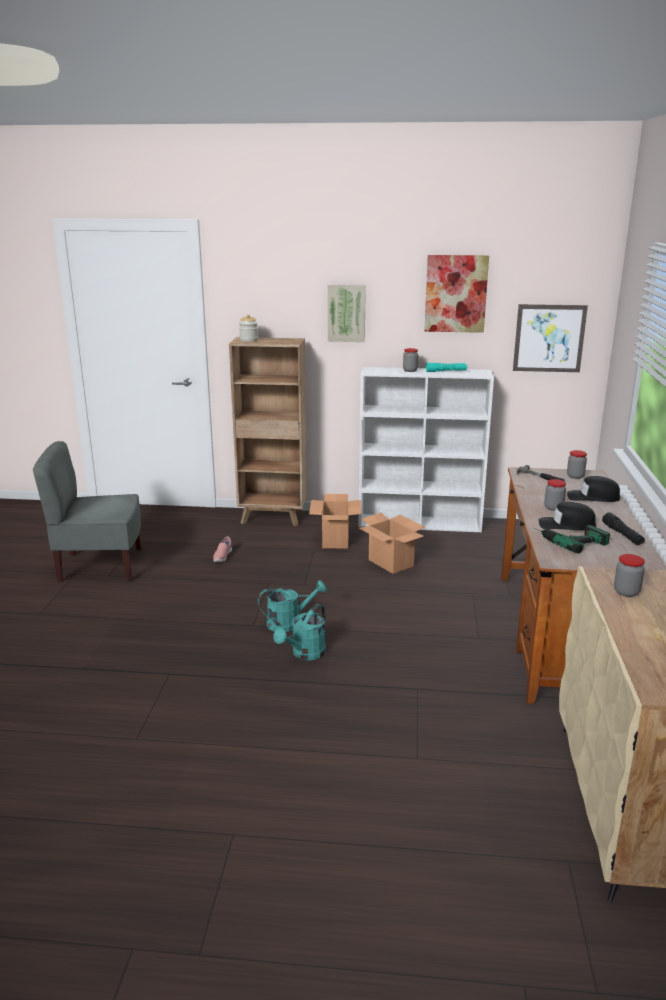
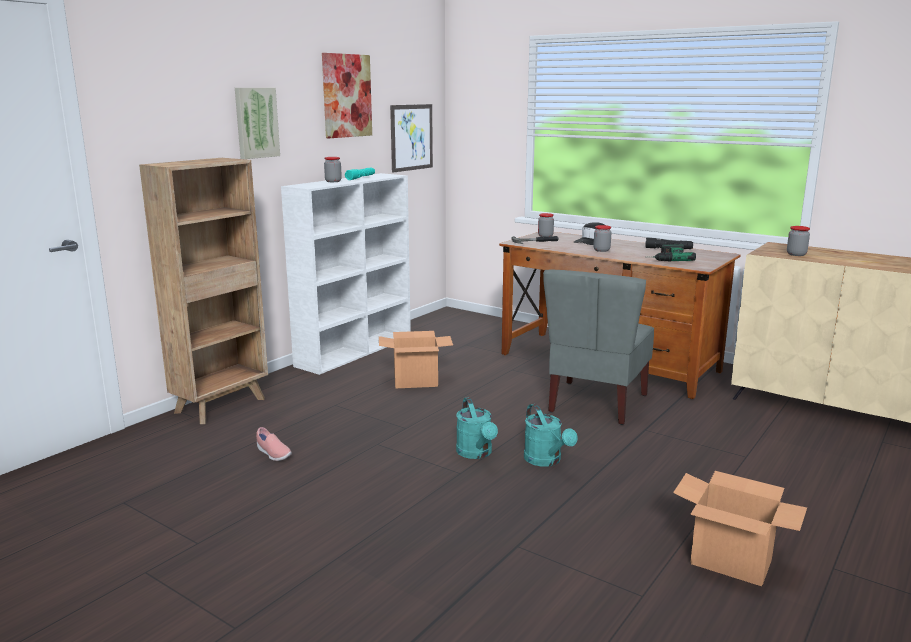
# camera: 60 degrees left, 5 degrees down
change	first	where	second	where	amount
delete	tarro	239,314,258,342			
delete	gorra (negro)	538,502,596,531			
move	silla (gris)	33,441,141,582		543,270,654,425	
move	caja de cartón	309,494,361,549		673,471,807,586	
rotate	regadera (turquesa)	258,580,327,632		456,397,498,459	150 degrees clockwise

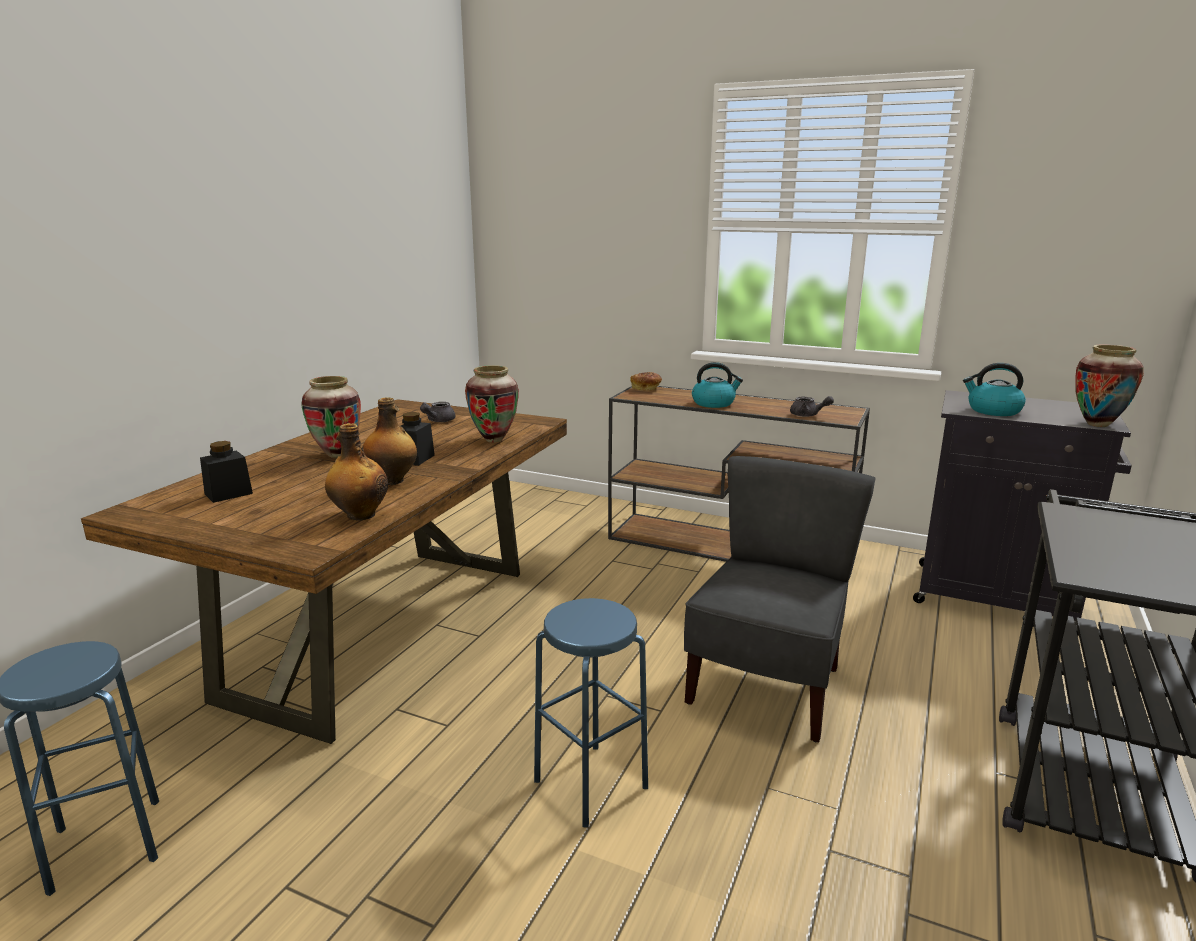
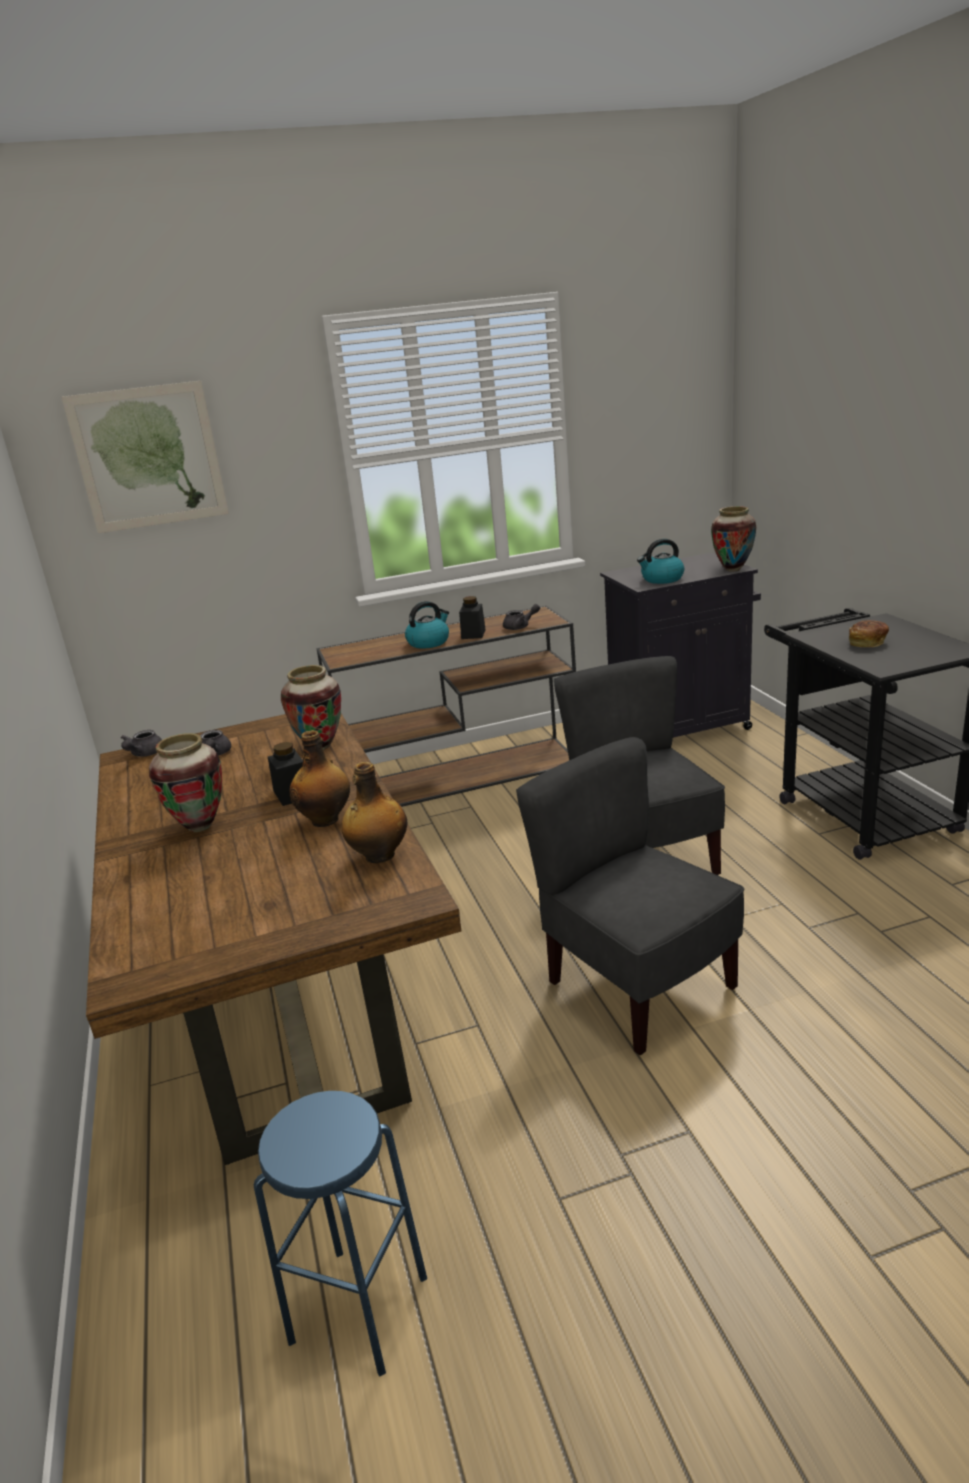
# camera: 40 degrees left, 5 degrees up
change	first	where	second	where	amount
insert			cuadro	62,381,229,533	
insert			tetera (gris)	121,730,162,757	
move	tarro (negro)	200,441,253,503		459,596,486,639	
move	pan	630,372,662,391		849,620,889,647	
replace	taburete (azul)	534,598,648,828	silla (gris)	516,737,745,1055	

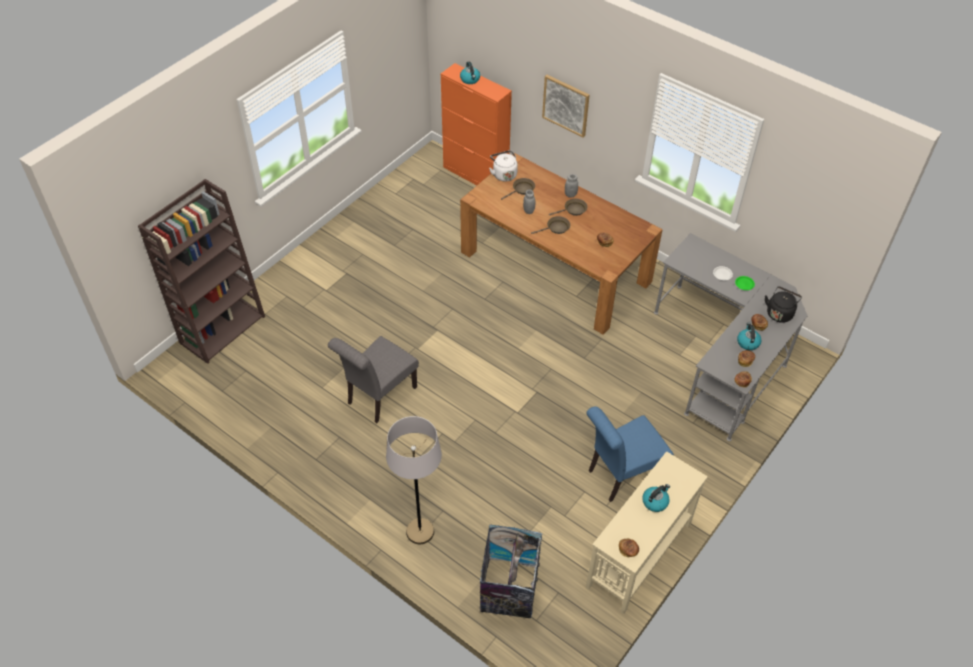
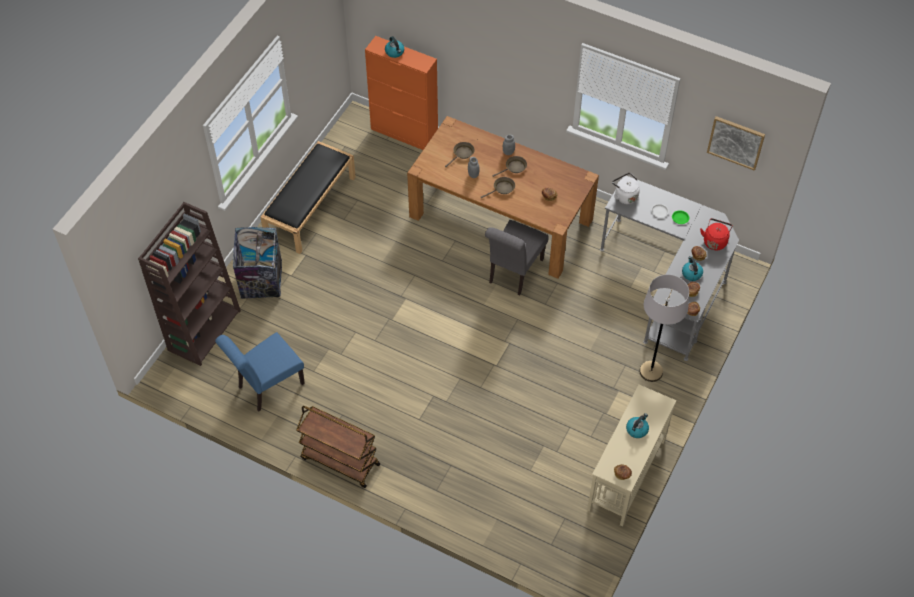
# camera: 10 degrees left, 5 degrees up
change	first	where	second	where	amount
insert			banco (negro)	260,141,356,254	
insert			carrito (marrón)	296,406,380,488	
move	silla (gris)	328,336,419,423		485,220,549,296	
move	lámpara de pie (gris)	386,416,442,544		639,274,689,382	
move	papelera	480,525,543,618		233,227,282,299	
move	hervidor (blanco)	489,150,518,182		612,173,640,204	
move	cuadro	542,75,590,138		707,116,765,171	
move	silla (azul)	587,406,674,502		215,332,305,412	
recolor	hervidor (negro)	765,286,802,323	hervidor (rojo)	700,218,733,250	

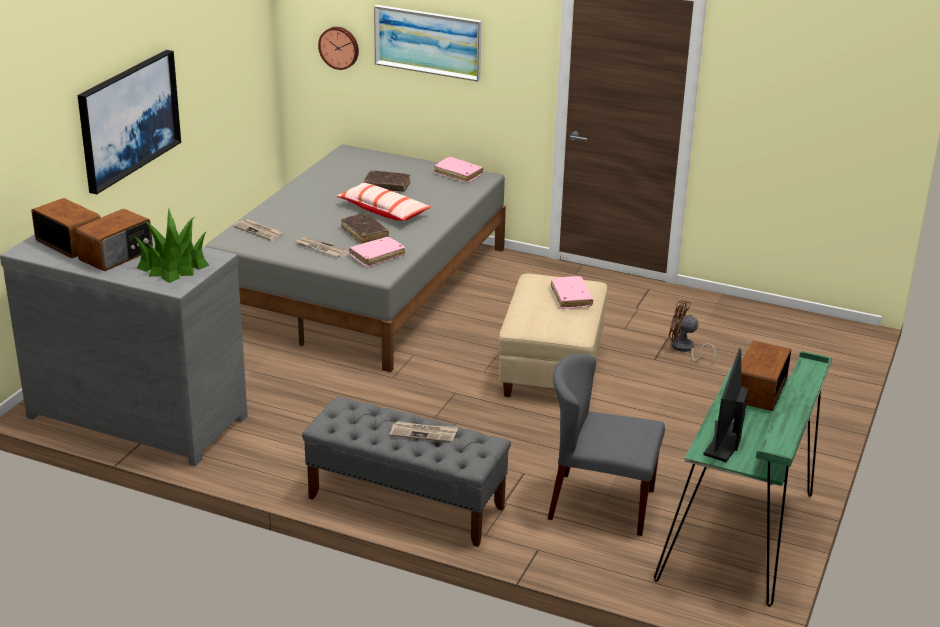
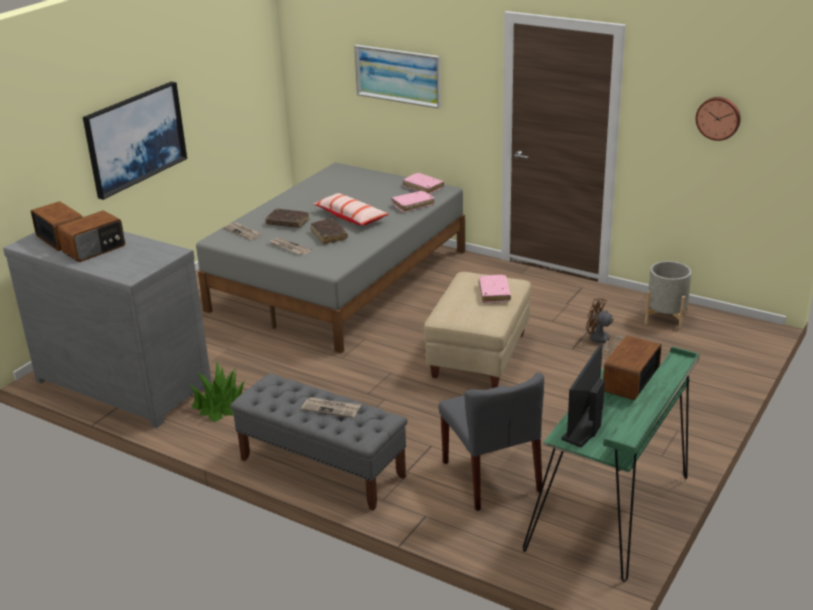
# camera: 10 degrees right, 0 degrees up
change	first	where	second	where	amount
insert			maceta (gris)	645,261,691,330	
move	planta en maceta	134,208,209,283		189,360,245,422	
move	reloj de pared	318,27,359,70		696,97,741,141	
move	libro (rosa)	350,237,405,267		392,191,435,213	
move	libro (marrón)	363,170,411,192		265,208,310,228	
rotate	silla (gris)	548,354,665,536		439,372,544,511	135 degrees counterclockwise

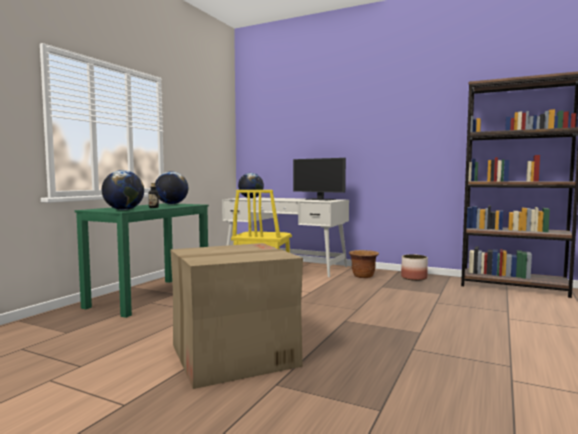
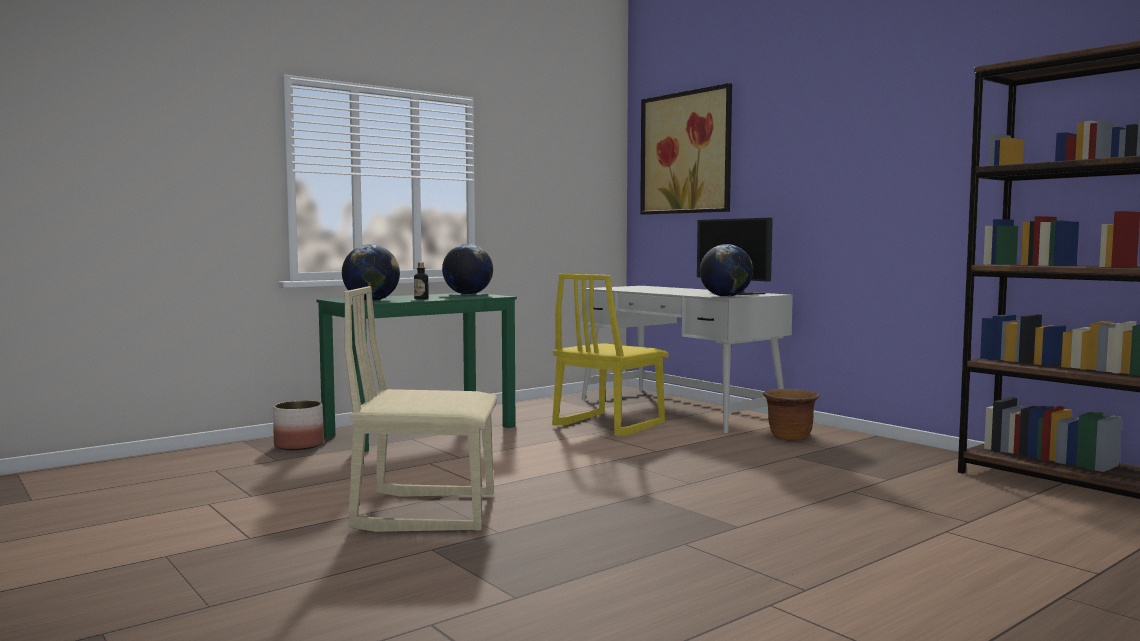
# camera: 25 degrees right, 0 degrees up
change	first	where	second	where	amount
insert			cuadro	640,83,732,215	
move	globo terráqueo	238,173,264,198		700,244,753,297	
move	maceta	401,254,428,281		273,400,324,450	
replace	caja de cartón	170,243,303,389	silla (beis)	344,286,498,532	

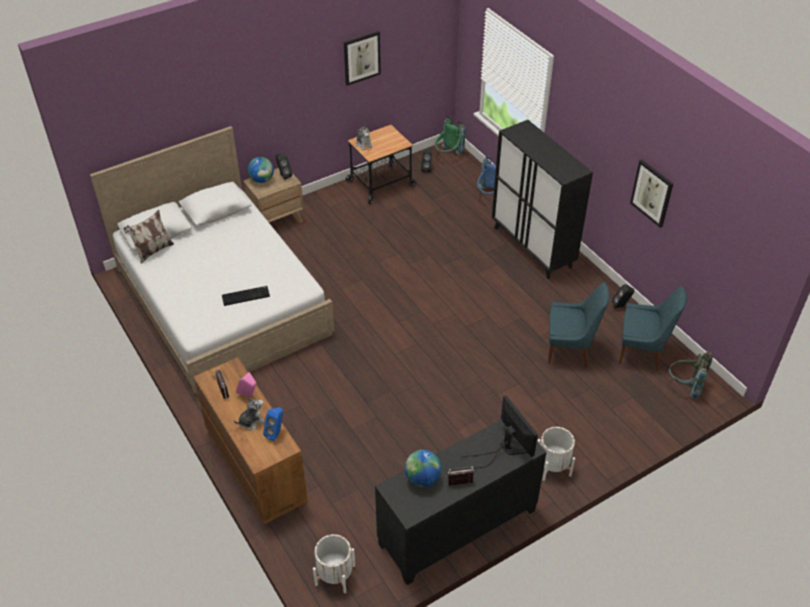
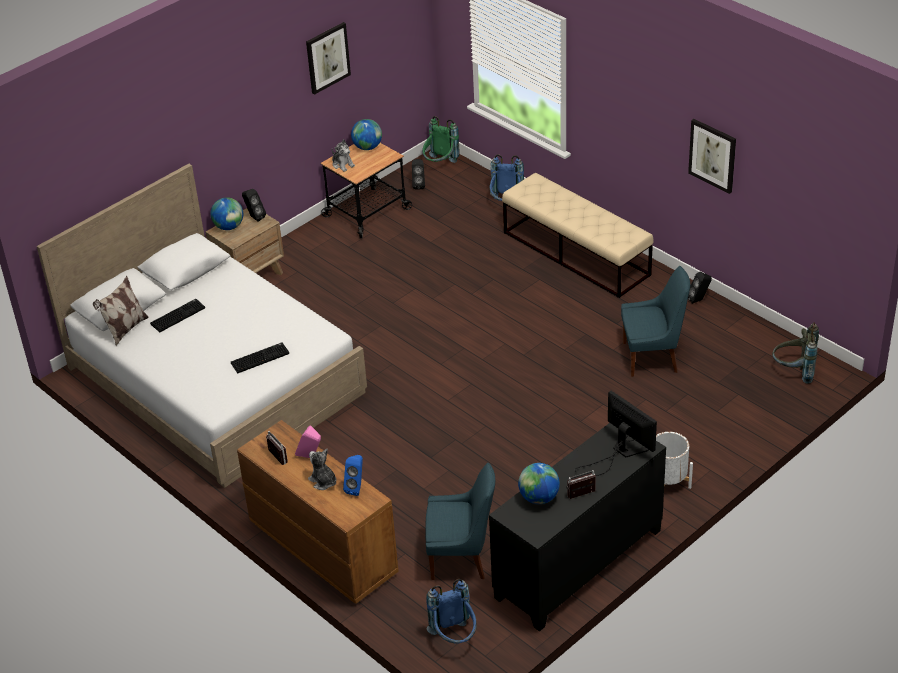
# camera: 10 degrees left, 5 degrees down
change	first	where	second	where	amount
insert			teclado	150,299,205,333	
insert			globo terráqueo	351,119,382,150	
move	silla (azul)	619,286,687,371		425,463,495,580	
replace	maceta (blanco)	313,534,355,593	mochila (azul)	426,579,477,644	
replace	armario (negro)	492,120,593,279	banco (beis)	502,173,654,298	
rotate	peluche	234,398,265,430		308,449,337,490	90 degrees counterclockwise

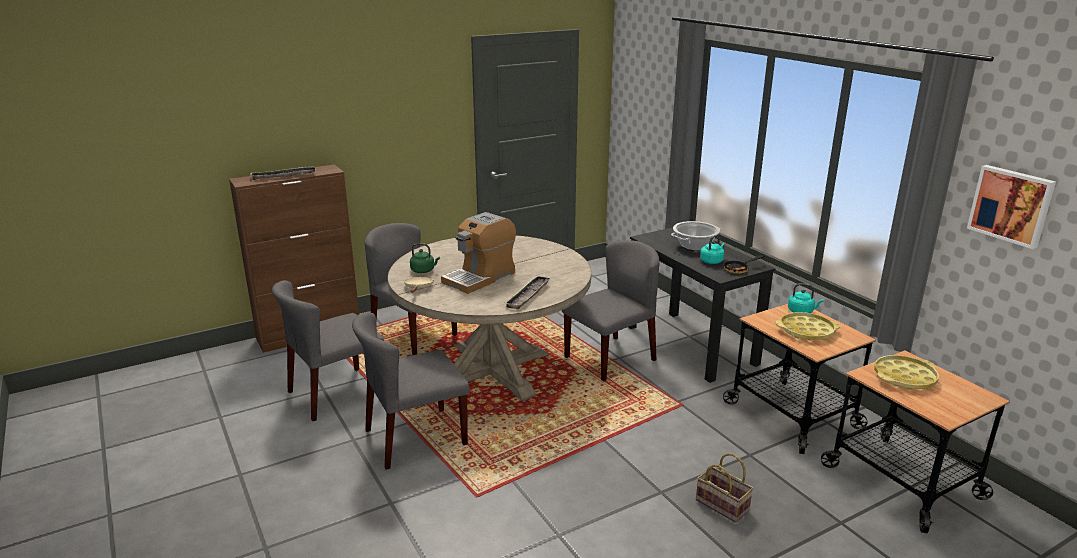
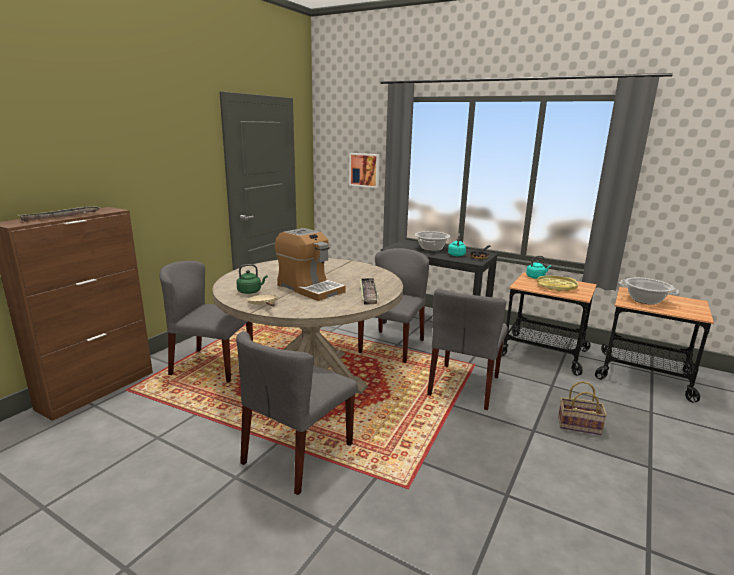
# camera: 30 degrees left, 5 degrees down
change	first	where	second	where	amount
move	silla (gris)	272,280,384,421		427,289,508,410	
move	cuadro	967,165,1056,249		349,153,380,188	
replace	bandeja (amarillo)	874,355,939,390	olla	619,278,679,305	
rotate	cafetera	441,212,516,294		275,228,346,301	60 degrees counterclockwise

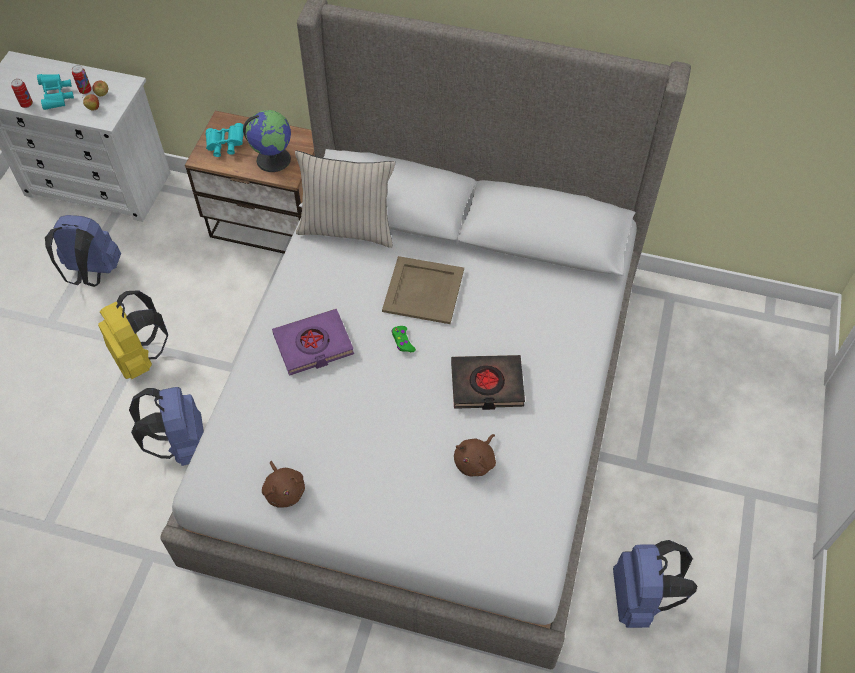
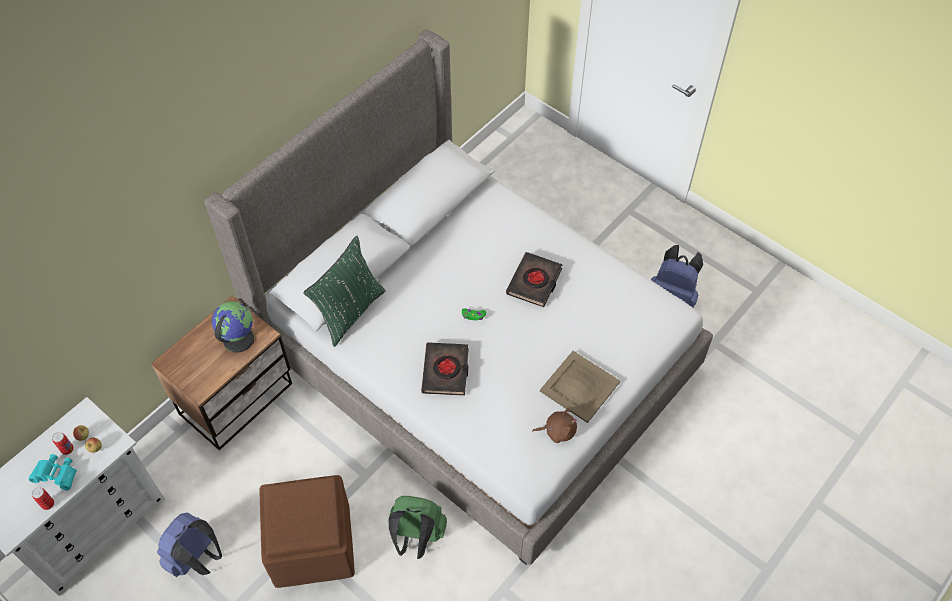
# camera: 65 degrees left, 0 degrees up
change	first	where	second	where	amount
delete	prismáticos (turquesa)	206,123,244,157			
delete	peluche (marrón)	454,434,496,476			
move	bandeja (beis)	382,256,464,324		540,351,620,423	
replace	mochila (amarillo)	98,290,168,379	puf (marrón)	260,475,355,588	
recolor	mochila (azul)	129,387,204,466	mochila (verde)	389,496,447,559	
recolor	libro (morado)	272,309,354,376	libro (negro)	421,342,469,396	
recolor	cojín (beis)	295,151,395,248	cojín (verde)	303,235,386,347	

